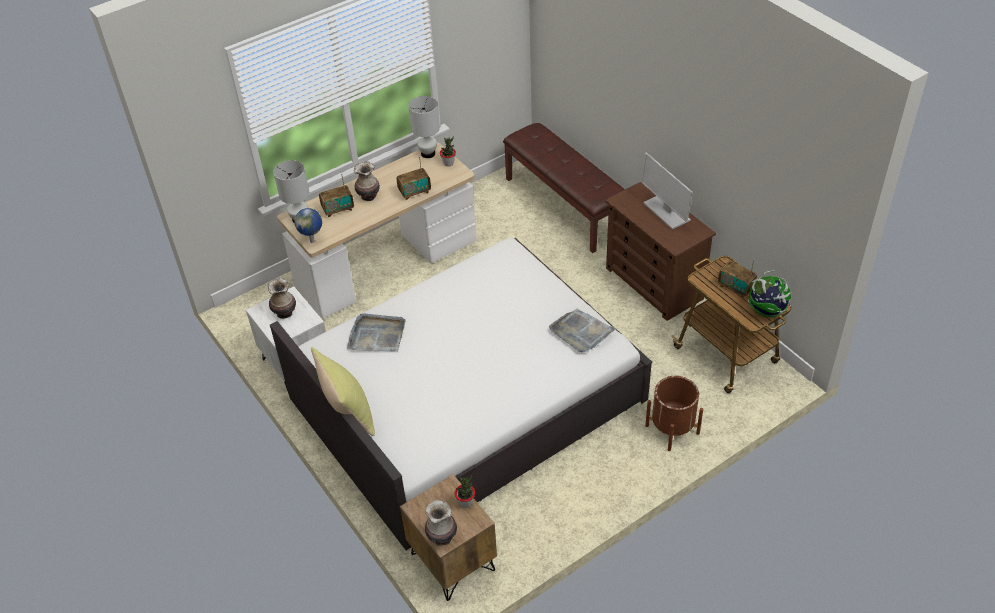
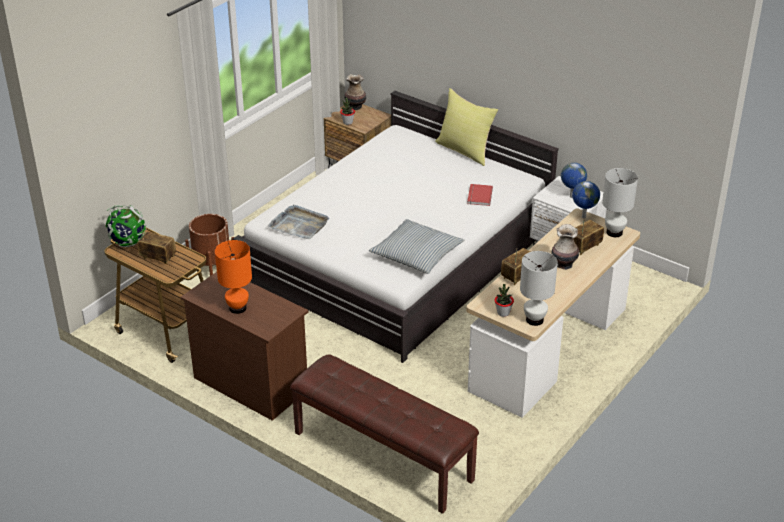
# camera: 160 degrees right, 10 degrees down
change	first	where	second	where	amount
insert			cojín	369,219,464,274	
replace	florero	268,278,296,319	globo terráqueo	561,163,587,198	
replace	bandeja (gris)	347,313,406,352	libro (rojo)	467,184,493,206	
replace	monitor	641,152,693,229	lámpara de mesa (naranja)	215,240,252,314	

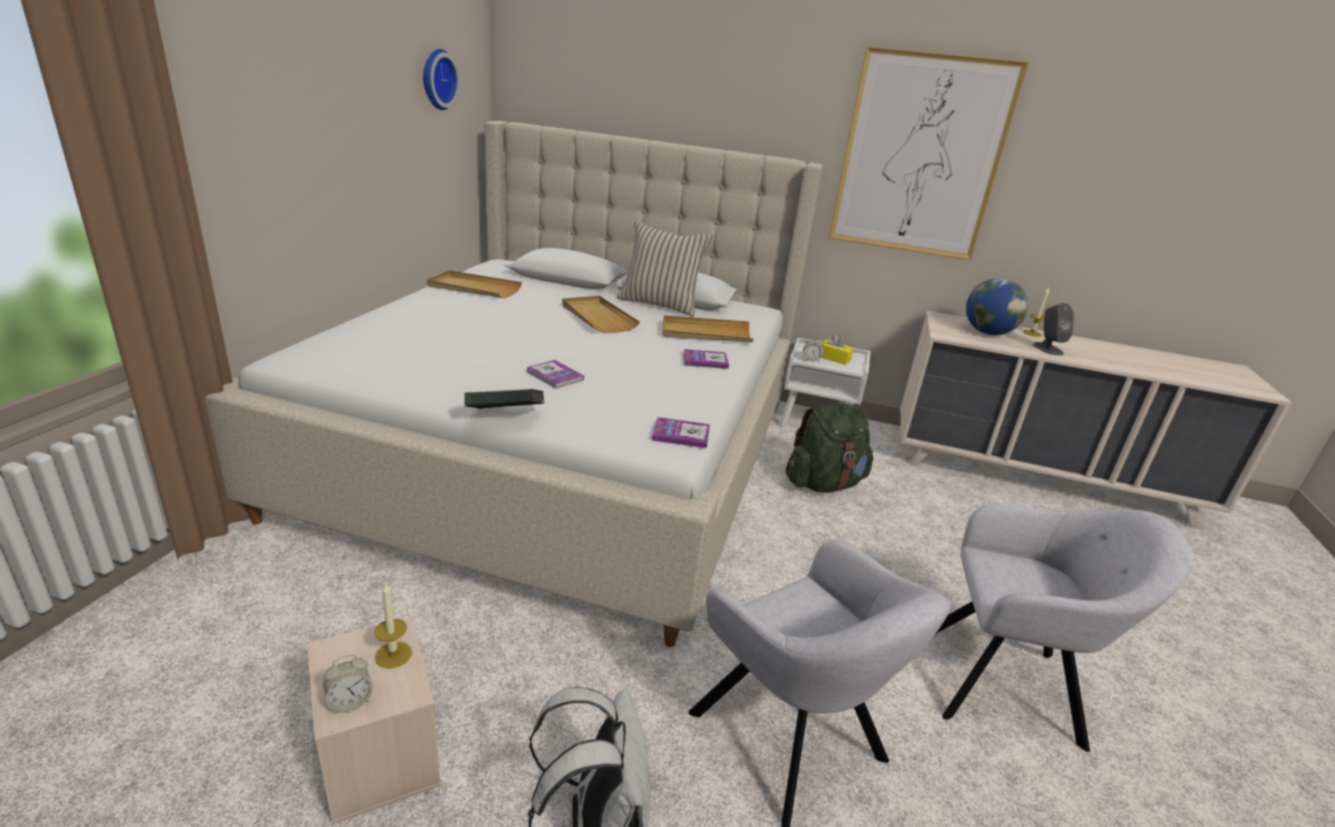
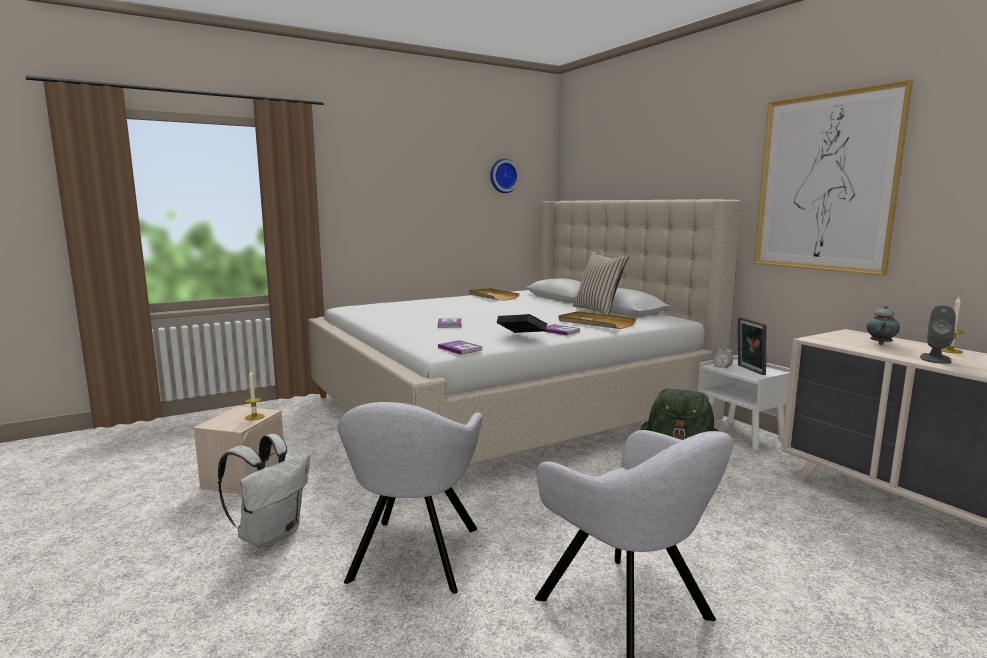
# camera: 45 degrees right, 15 degrees down
change	first	where	second	where	amount
delete	despertador	324,655,373,714			
delete	bandeja (beis)	562,296,640,333			
move	libro	464,389,544,409		497,314,547,333	
replace	caja de pañuelos (amarillo)	820,334,854,365	portarretratos	738,317,767,375	
replace	globo terráqueo	966,278,1028,335	tetera	867,305,900,345	

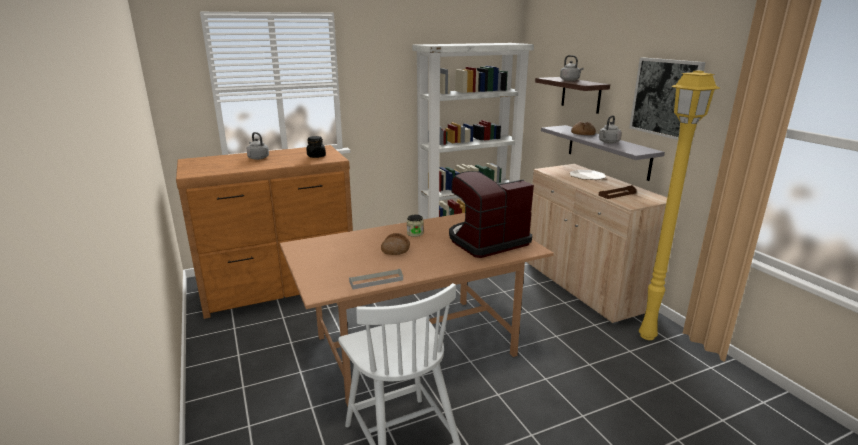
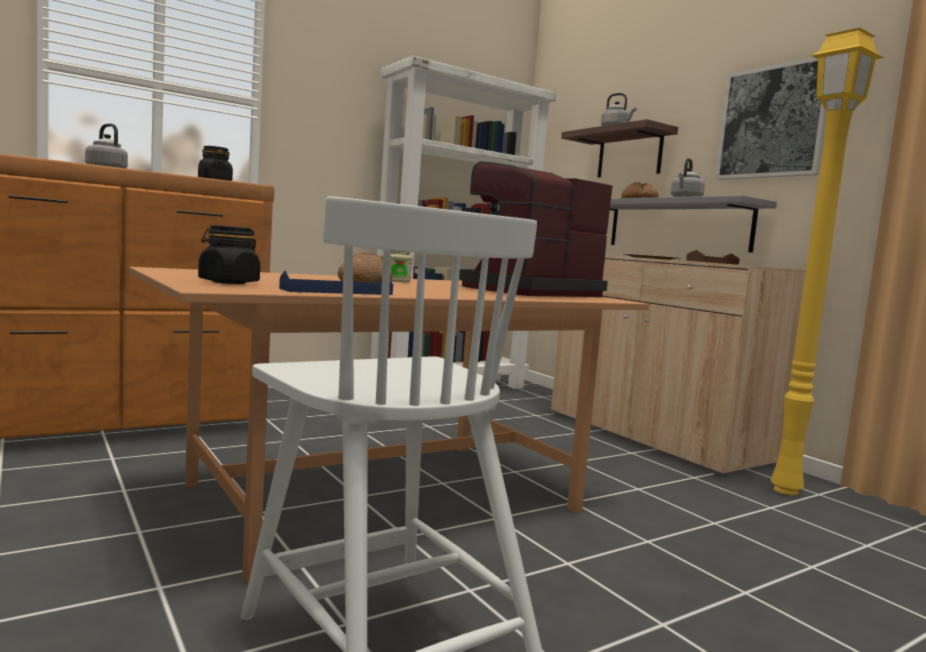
# camera: 10 degrees left, 15 degrees down
change	first	where	second	where	amount
insert			tarro (negro)	198,225,260,284	
recolor	bandeja (gris)	349,269,403,289	bandeja (azul)	279,270,393,295	

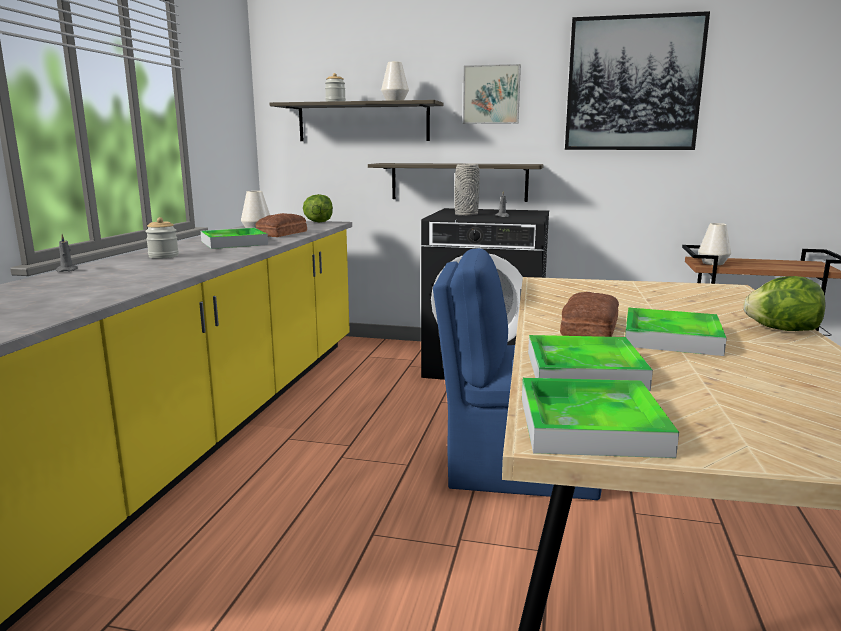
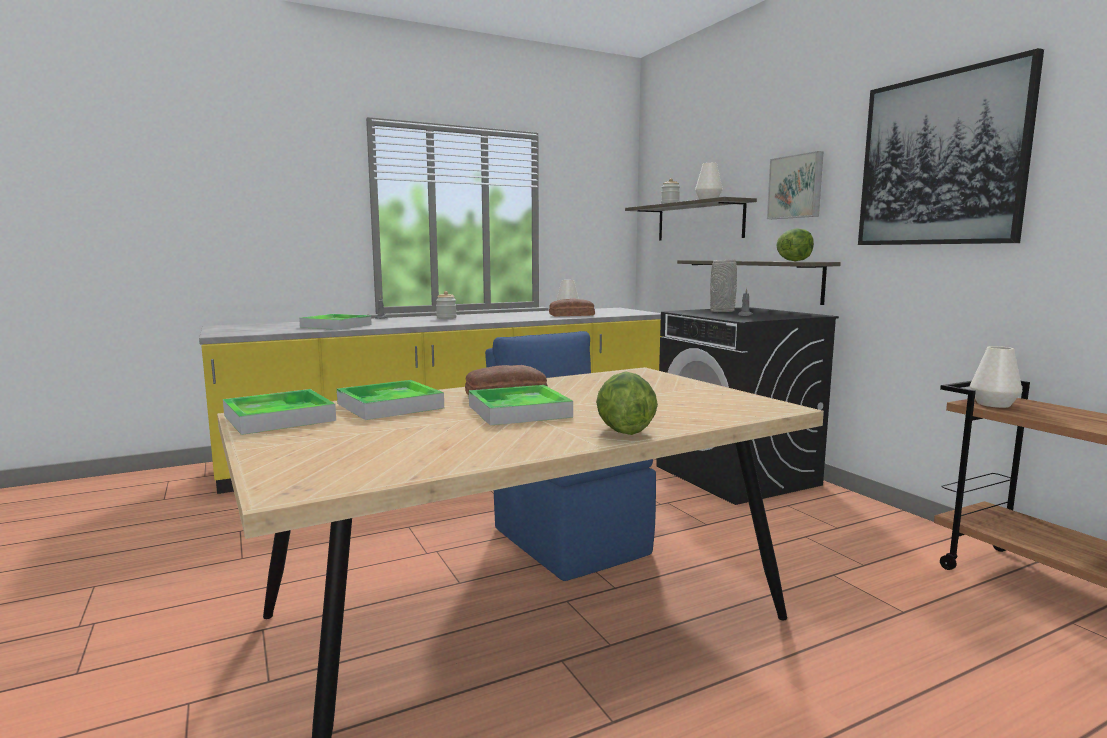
# camera: 50 degrees right, 5 degrees down
change	first	where	second	where	amount
move	bandeja	201,228,268,249		299,314,372,330	
move	lechuga	303,194,333,223		777,228,814,261	

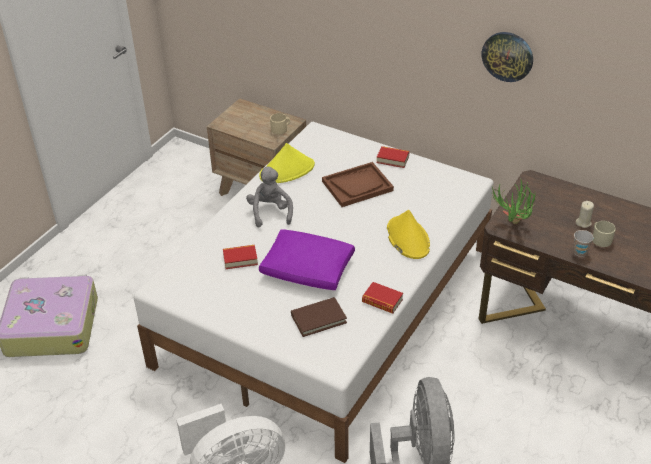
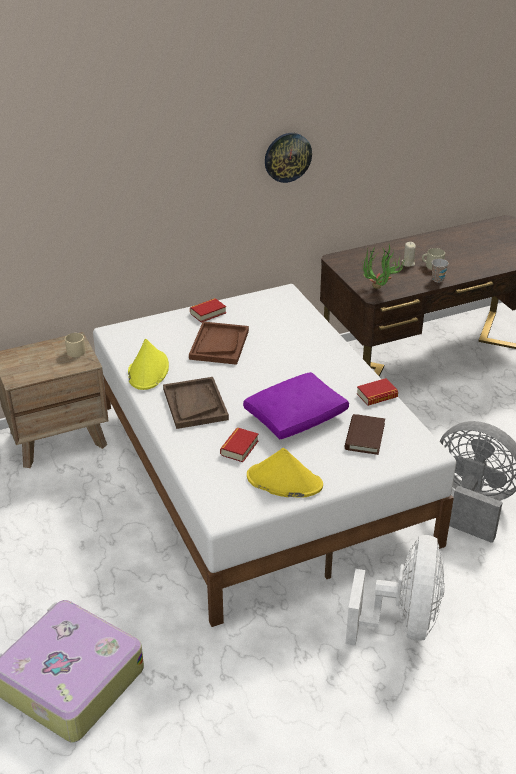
# camera: 55 degrees left, 5 degrees down
change	first	where	second	where	amount
move	sombrero (amarillo)	387,210,430,259		247,448,323,498	
replace	peluche (gris)	246,167,293,228	bandeja (marrón)	163,377,229,429	

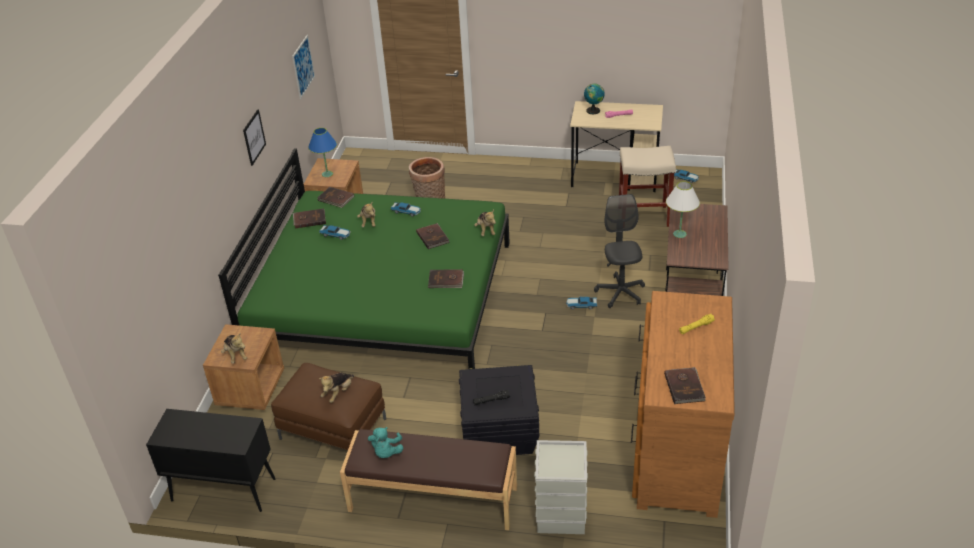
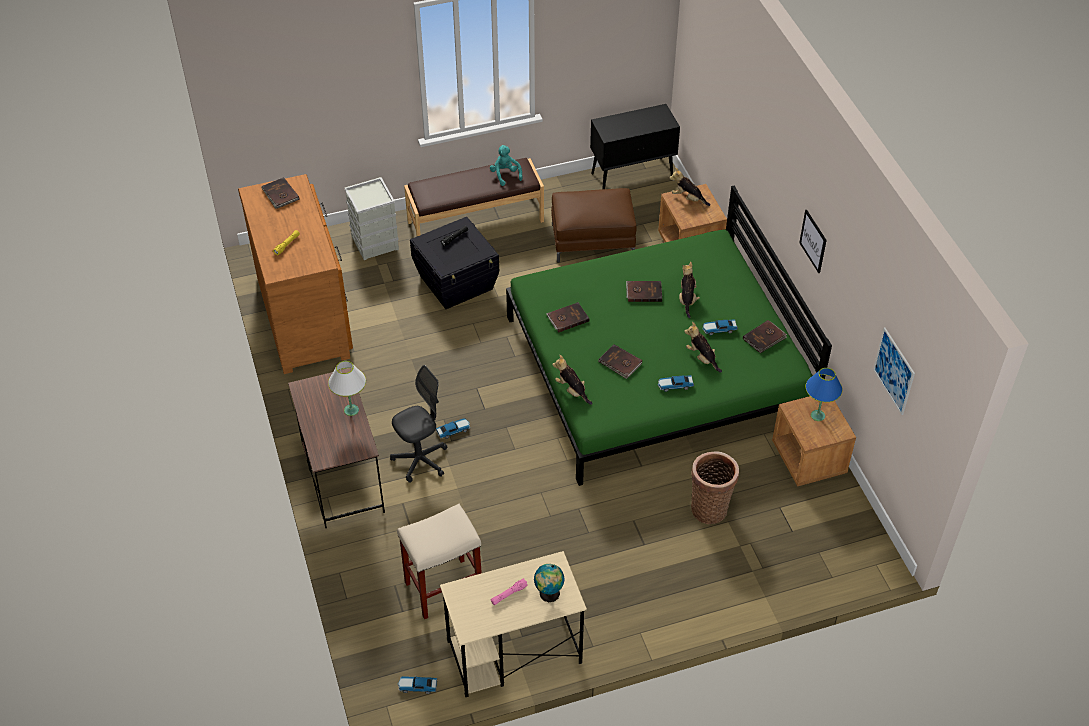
# camera: 150 degrees right, 10 degrees up
change	first	where	second	where	amount
move	libro (marrón)	317,187,354,208		626,281,662,302	
move	peluche	319,373,354,403		679,262,700,318	
rotate	silla de oficina (gris)	594,194,645,308		390,365,447,483	90 degrees counterclockwise

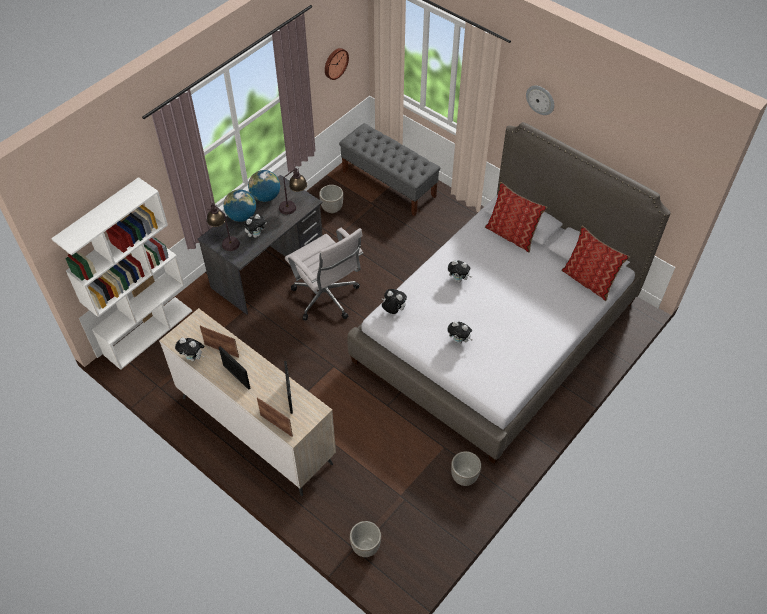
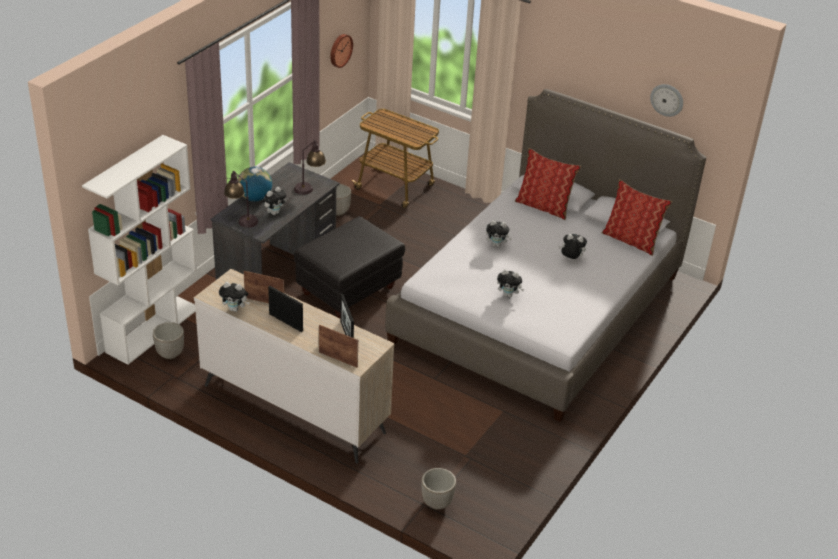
# camera: 10 degrees left, 15 degrees down
change	first	where	second	where	amount
delete	globo terráqueo	248,170,280,202			
move	peluche	382,289,407,314		559,234,587,260	
move	maceta	451,451,481,486		153,322,184,359	
move	reloj de pared	526,85,554,115		650,84,683,117	
replace	silla de oficina (blanco)	285,228,363,320	puf (negro)	294,216,405,318	
replace	banco (gris)	339,123,440,216	carrito	352,109,439,209	

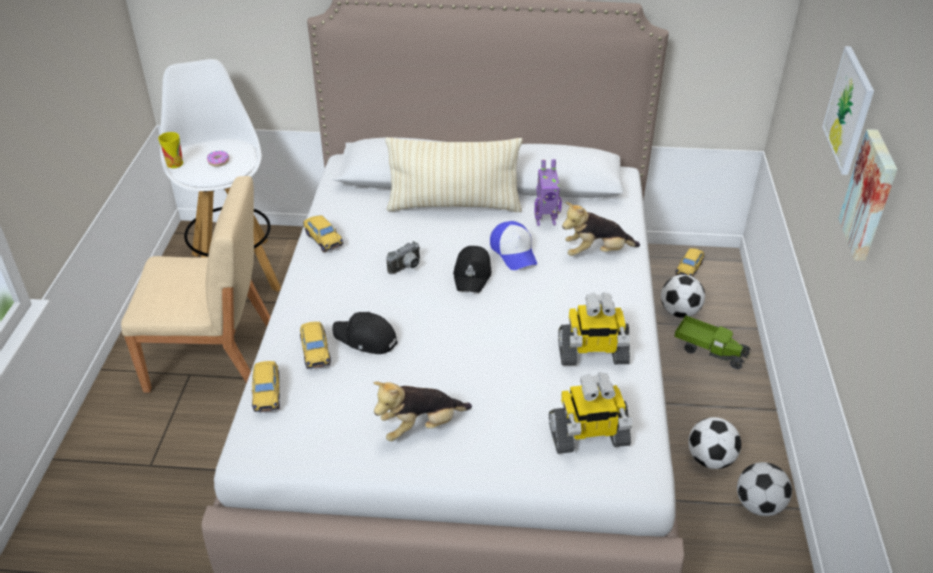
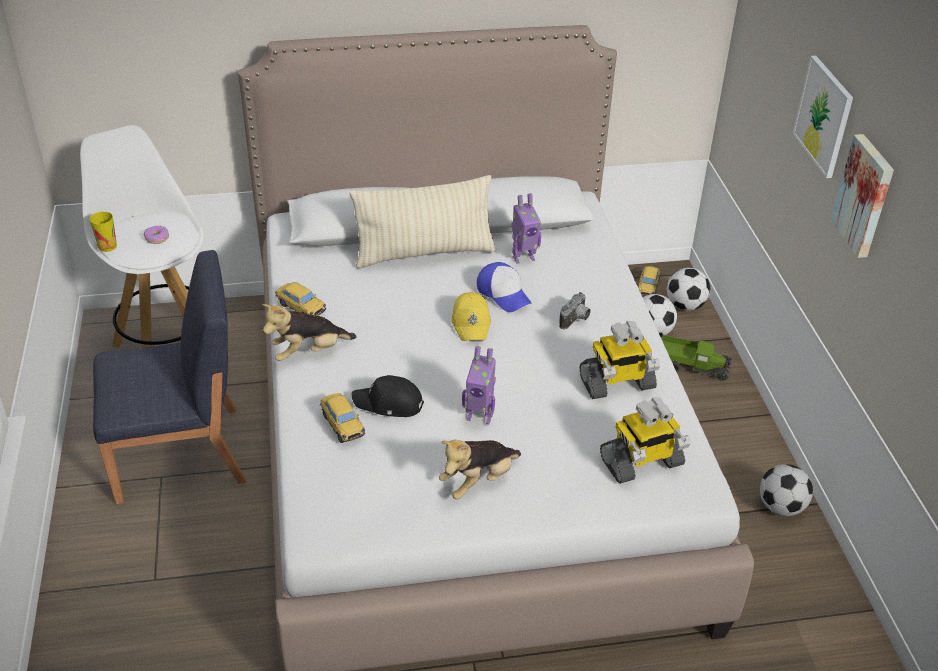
# camera: 15 degrees left, 0 degrees up
change	first	where	second	where	amount
delete	coche de juguete	251,361,280,412			
insert			robot de juguete	462,346,496,424	
move	cámara	386,241,420,274		559,292,591,329	
move	peluche	562,202,640,256		262,304,357,361	
move	balón de fútbol	688,417,741,469		667,268,710,311	
recolor	silla (beis)	121,176,270,393	silla (azul)	93,250,246,504	
recolor	gorra (negro)	453,246,491,293	gorra (amarillo)	452,292,491,341	

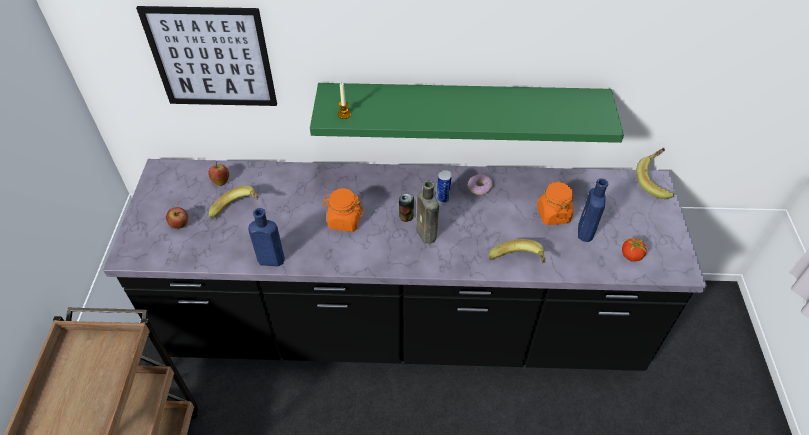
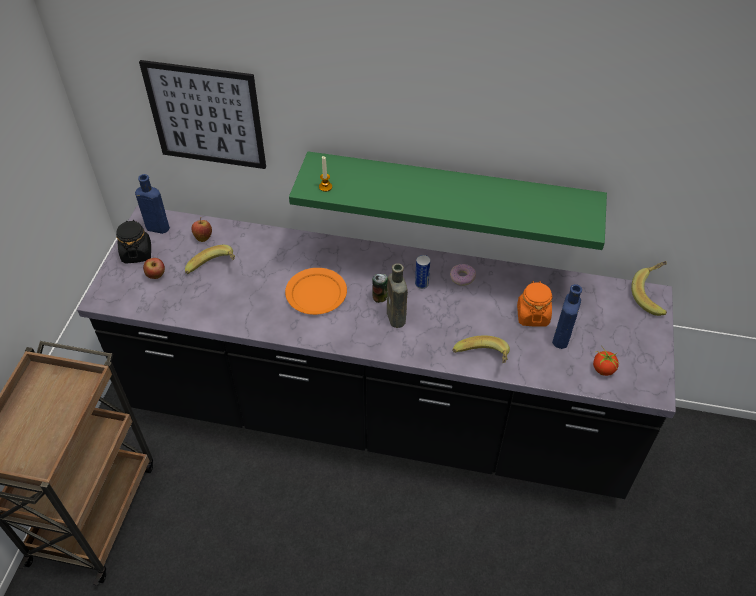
# camera: 10 degrees right, 0 degrees up
change	first	where	second	where	amount
insert			tarro (negro)	116,220,151,264	
move	botella (azul)	248,208,285,266		135,174,170,234	
replace	tarro (naranja)	322,188,364,232	plato (naranja)	285,268,347,315	

